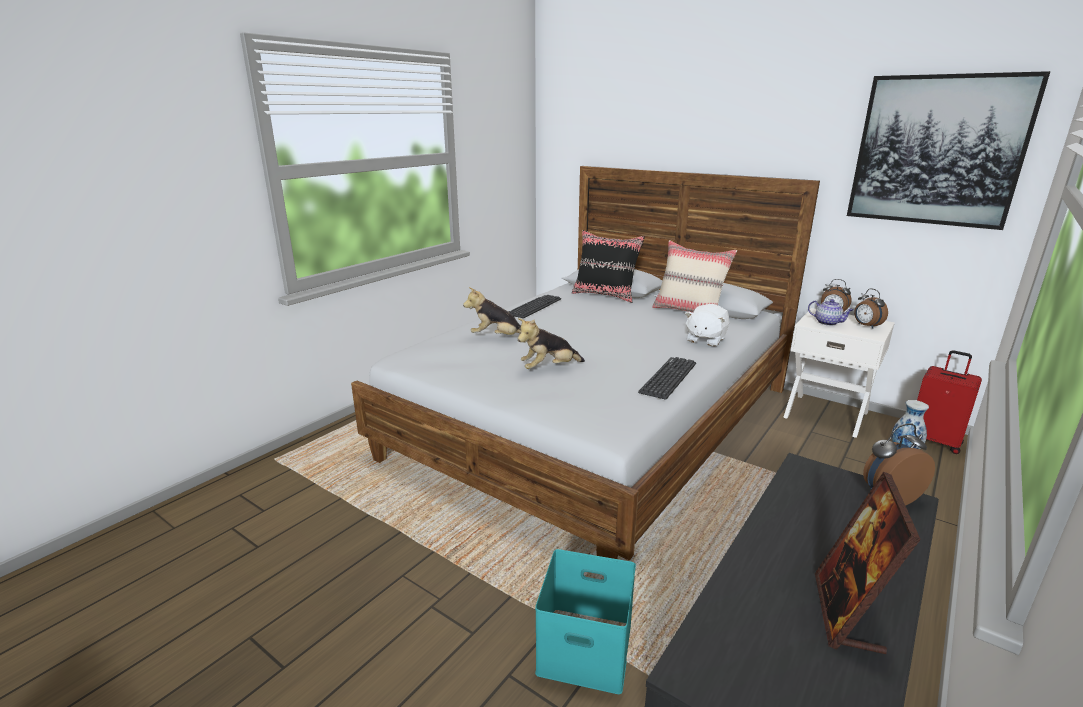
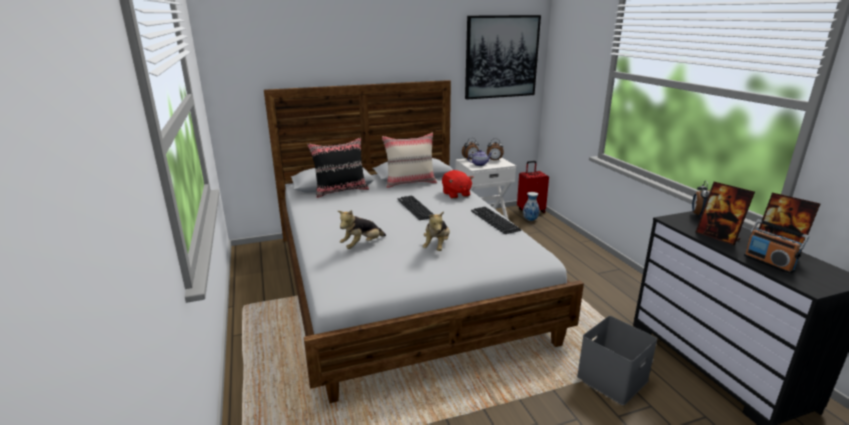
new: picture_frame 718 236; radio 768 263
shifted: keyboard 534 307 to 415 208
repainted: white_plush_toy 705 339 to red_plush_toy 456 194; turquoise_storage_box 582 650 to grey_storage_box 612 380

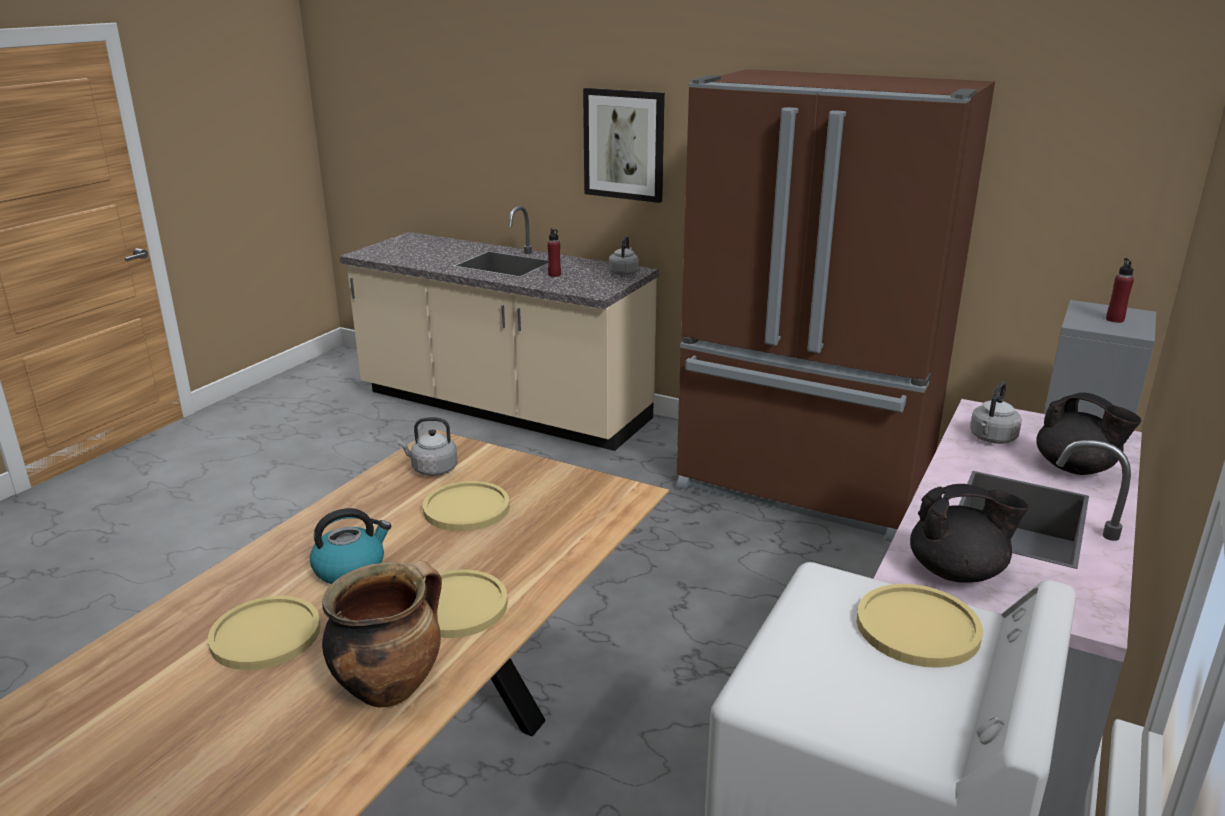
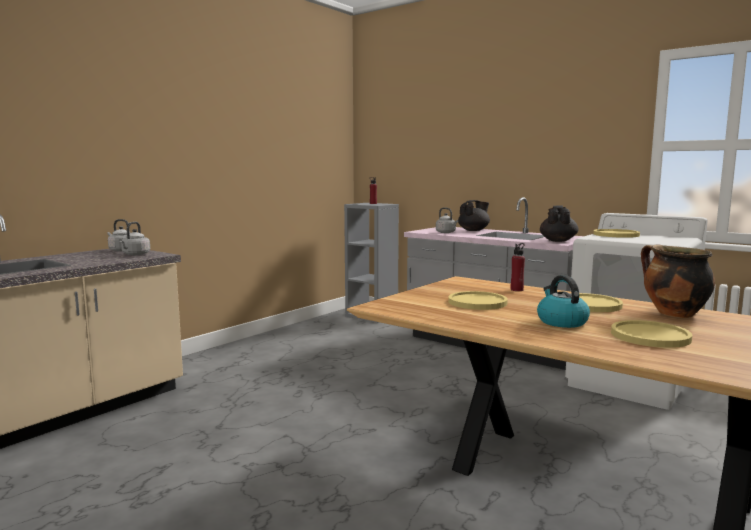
gone: brown_fridge 804 485; picture 624 144
shifted: red_bottle 554 275 to 517 290; grey_kettle 432 469 to 135 254

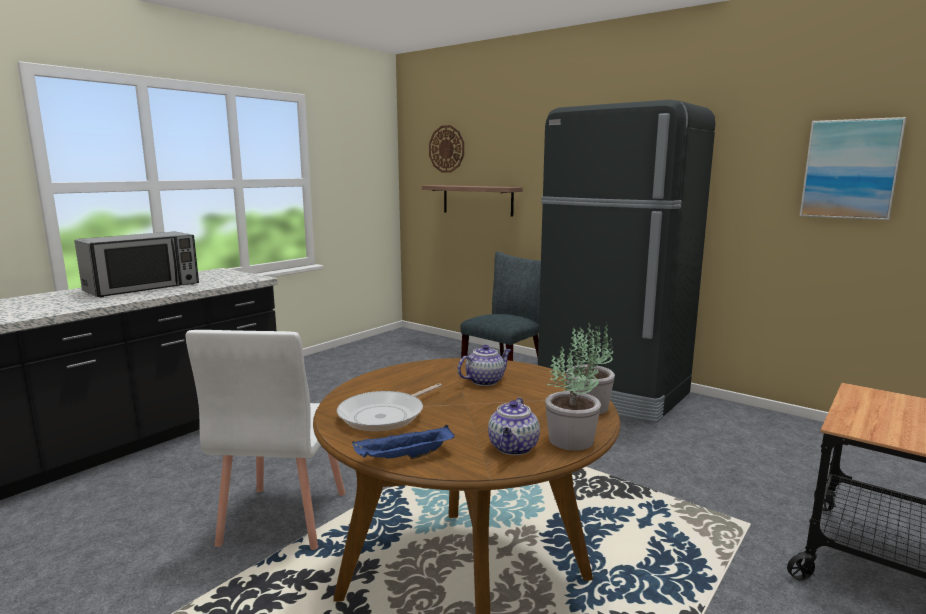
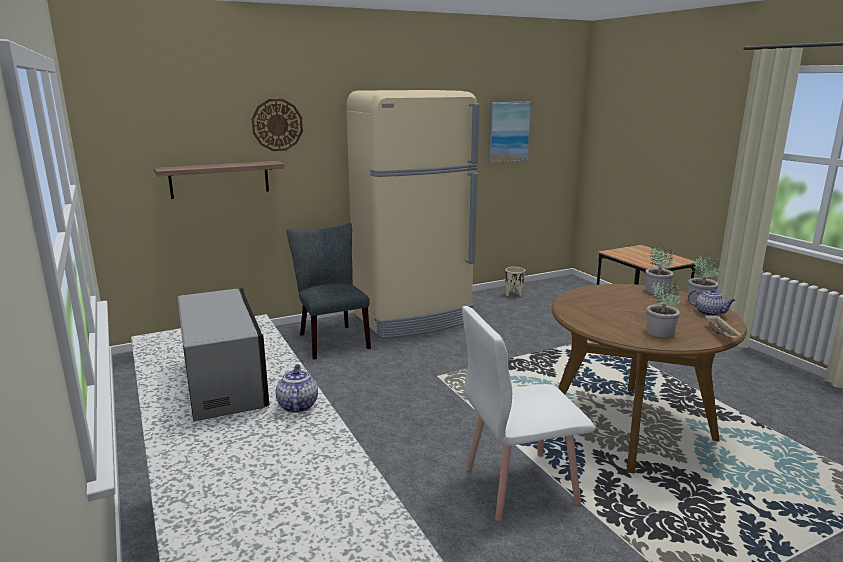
new: beige_planter 514 294
shifted: wall_clock 446 149 to 277 125; teapot 485 381 to 297 405
swapped: frying_pan 385 415 to potted_plant 660 332
repainted: black_fridge 612 394 to beige_fridge 414 318; blue_tray 404 458 to beige_tray 721 335
rotated: white_chair 283 518 = 519 484 135 degrees clockwise

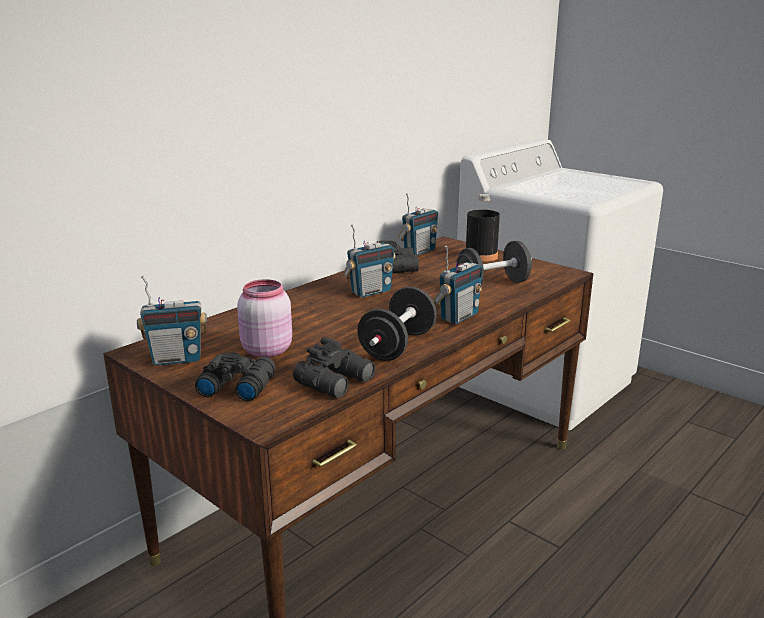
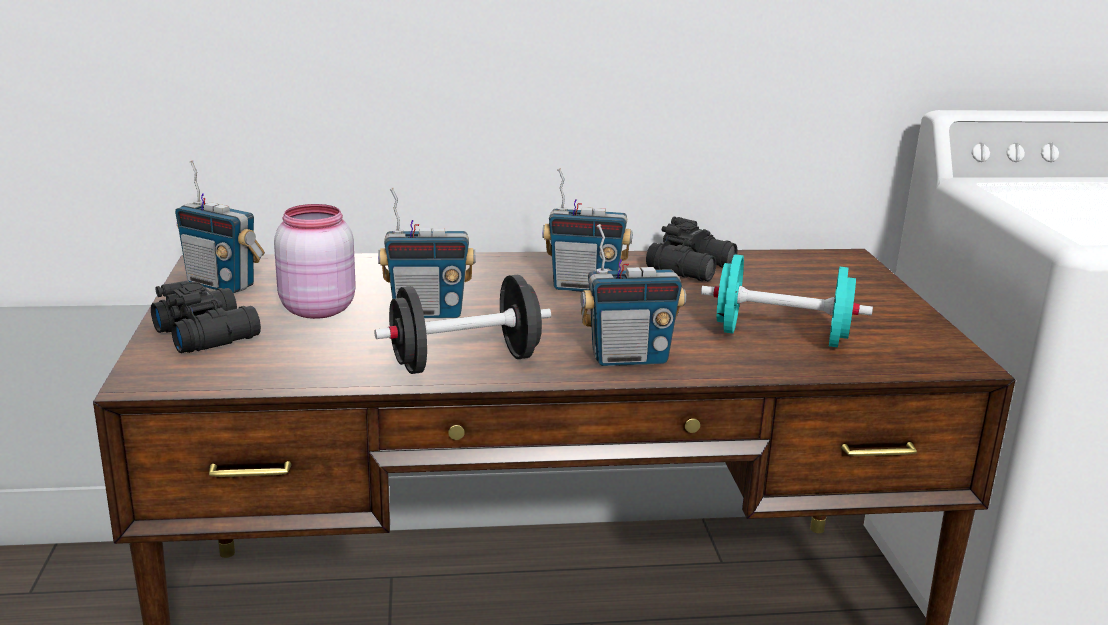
gone: black_bottle 481 256; black_binoculars 337 382
shifted: radio 419 251 to 427 313
repainted: black_dumbbell 492 285 to turquoise_dumbbell 781 336

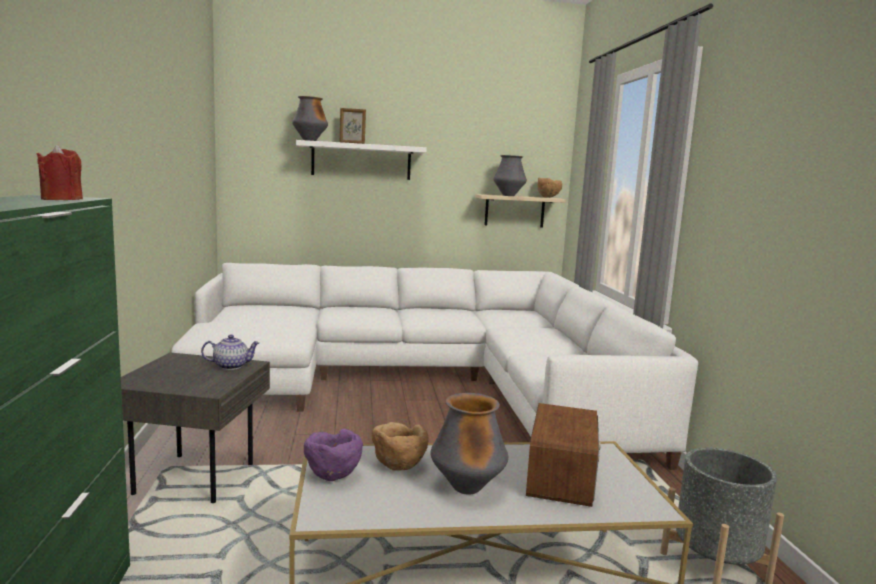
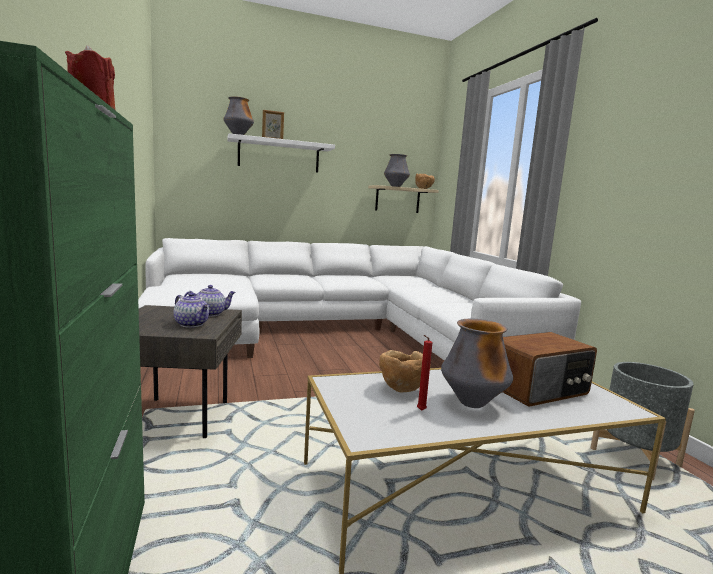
gone: purple_bowl 332 476
new: teapot 192 324; red_candle 420 411
rotated: radio 562 477 = 539 390 60 degrees clockwise

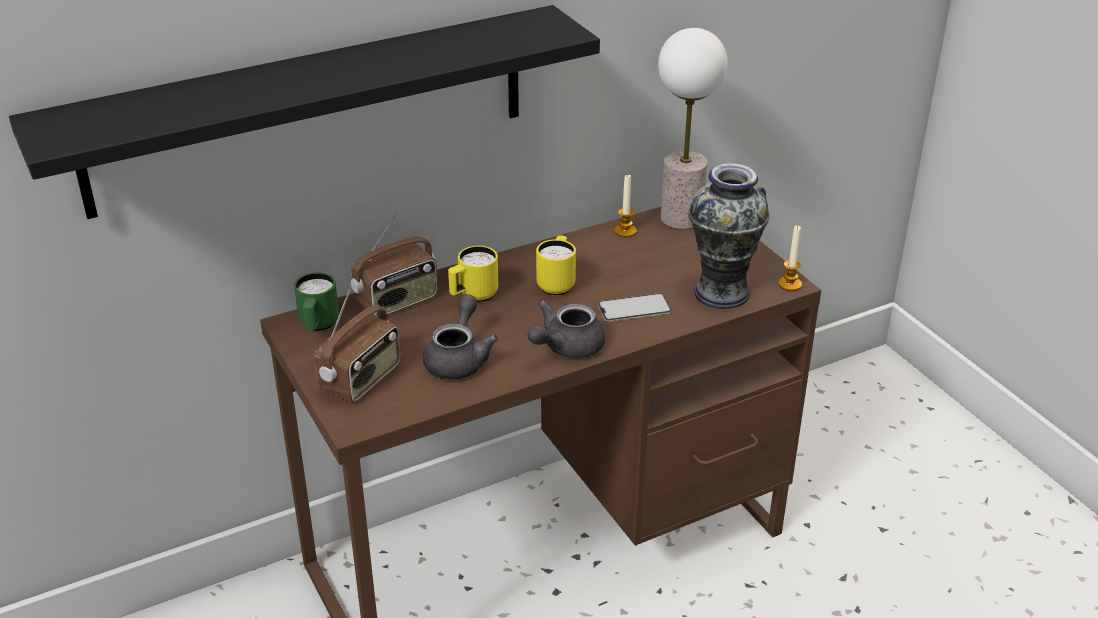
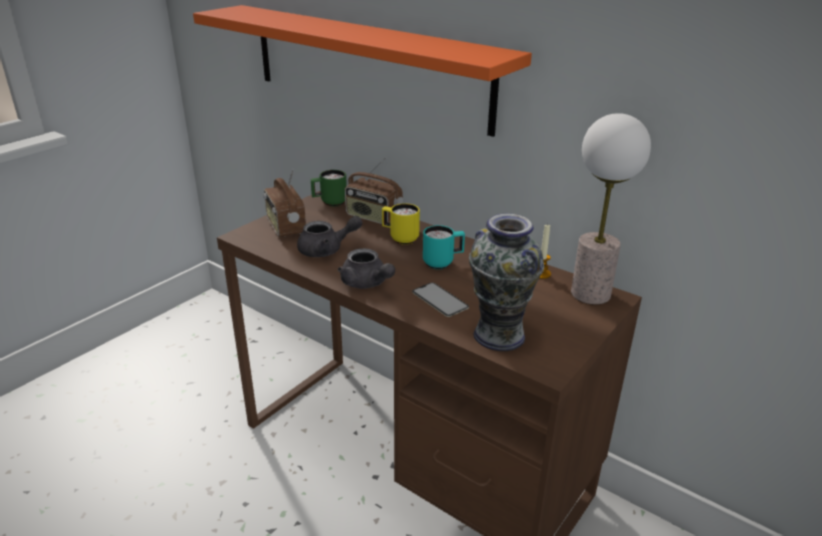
gone: candle 789 284
repainted: black_shelf 310 110 to orange_shelf 366 66; yellow_mug 557 283 to turquoise_mug 443 263
rotated: radio 362 380 = 285 227 60 degrees clockwise; grey_teapot 566 347 = 367 283 150 degrees counterclockwise

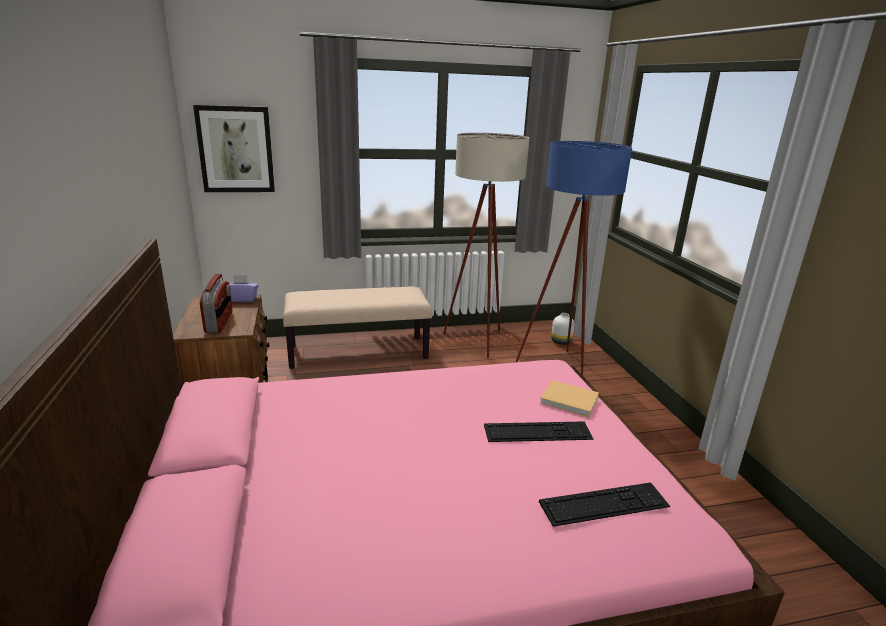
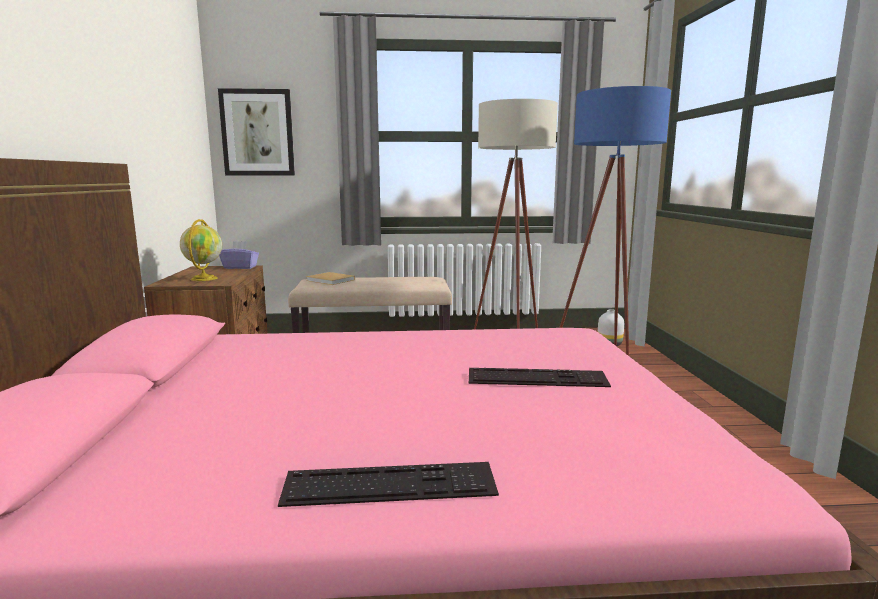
shifted: beige_book 571 400 to 331 280; keyboard 604 504 to 390 485
swapped: radio 219 322 to globe 204 278

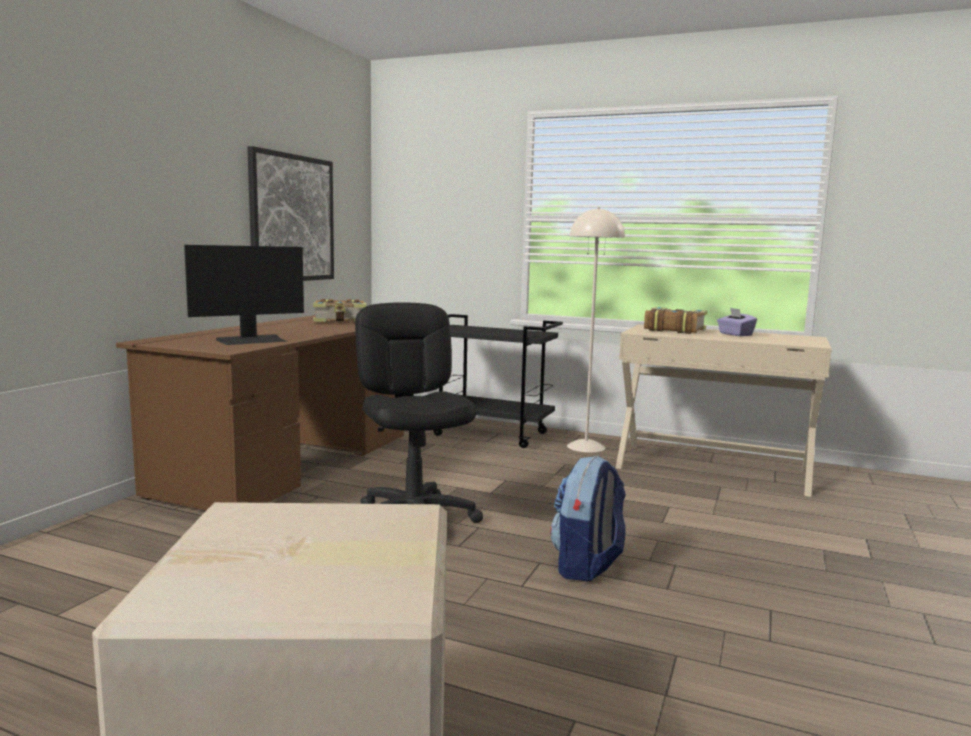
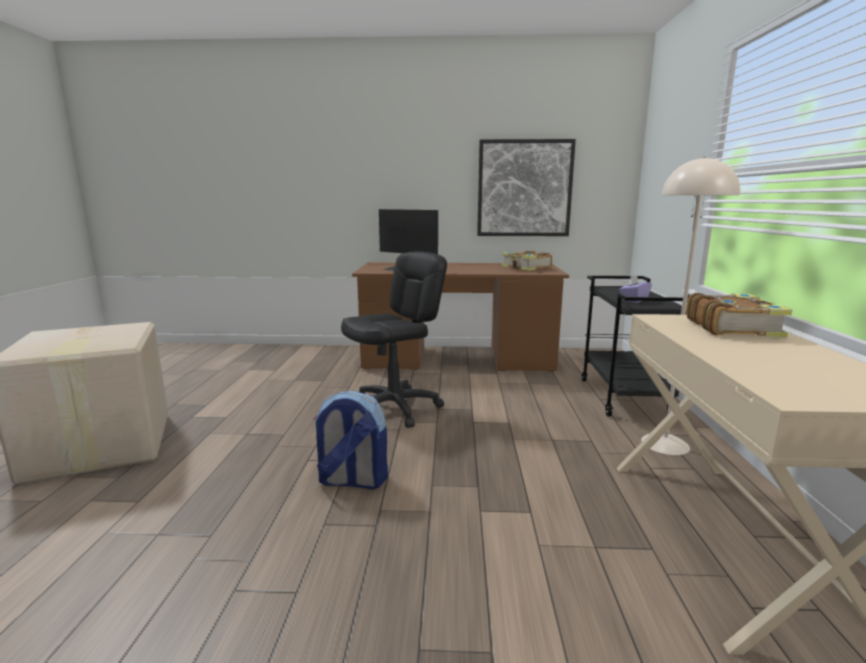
shifted: purple_tissue_box 735 334 to 634 300

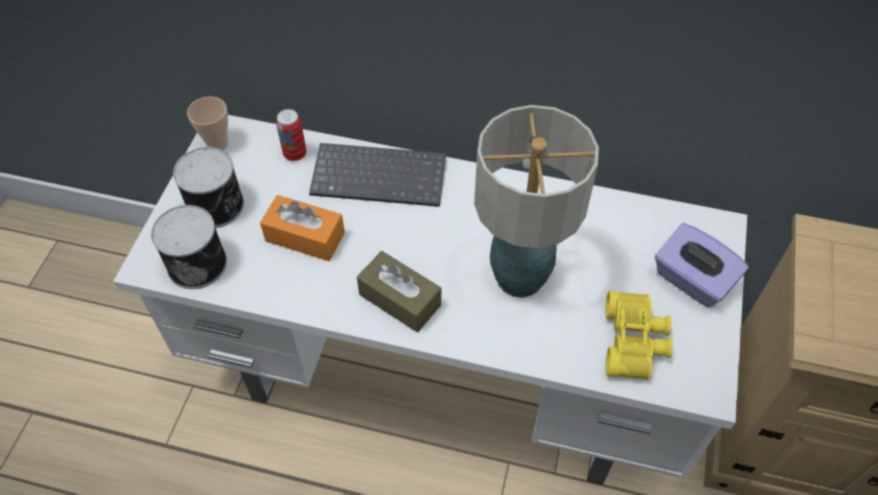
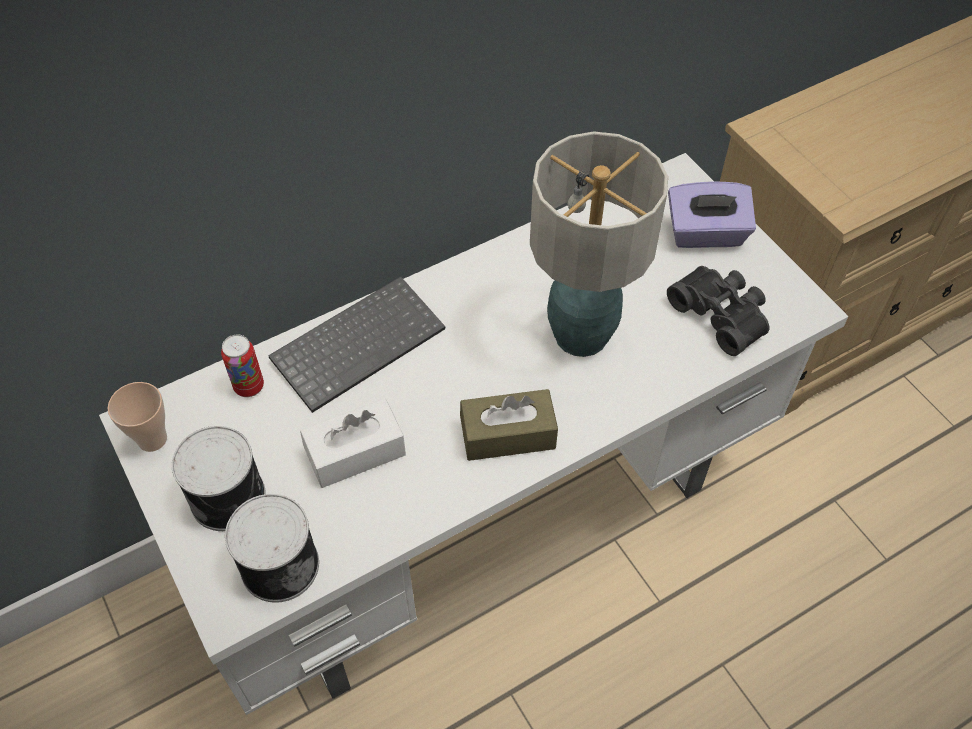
repainted: orange_tissue_box 305 237 to white_tissue_box 355 453; yellow_binoculars 635 342 to black_binoculars 721 314

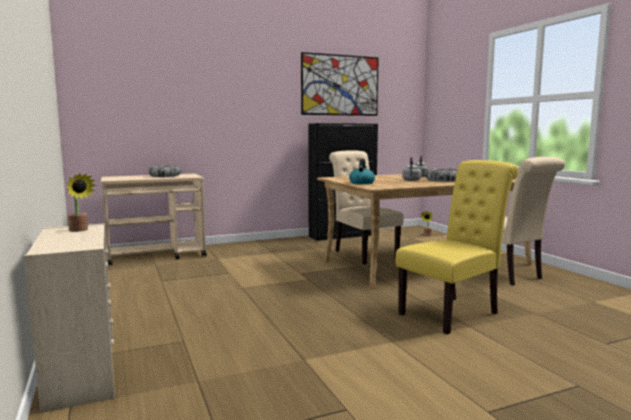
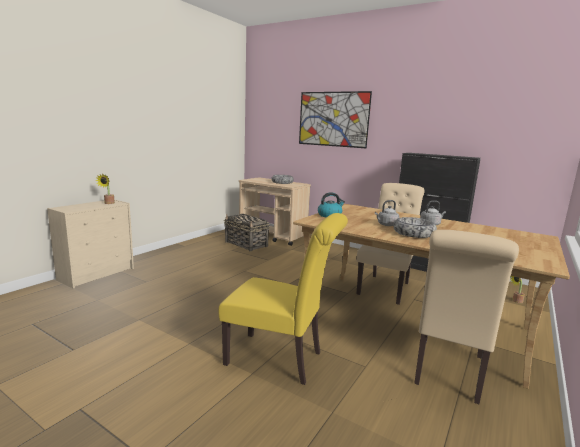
new: basket 246 244
shifted: picture 340 85 to 333 119

